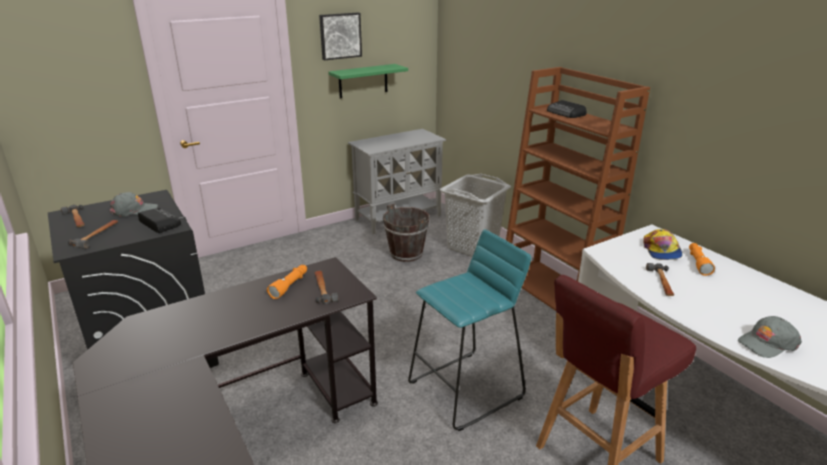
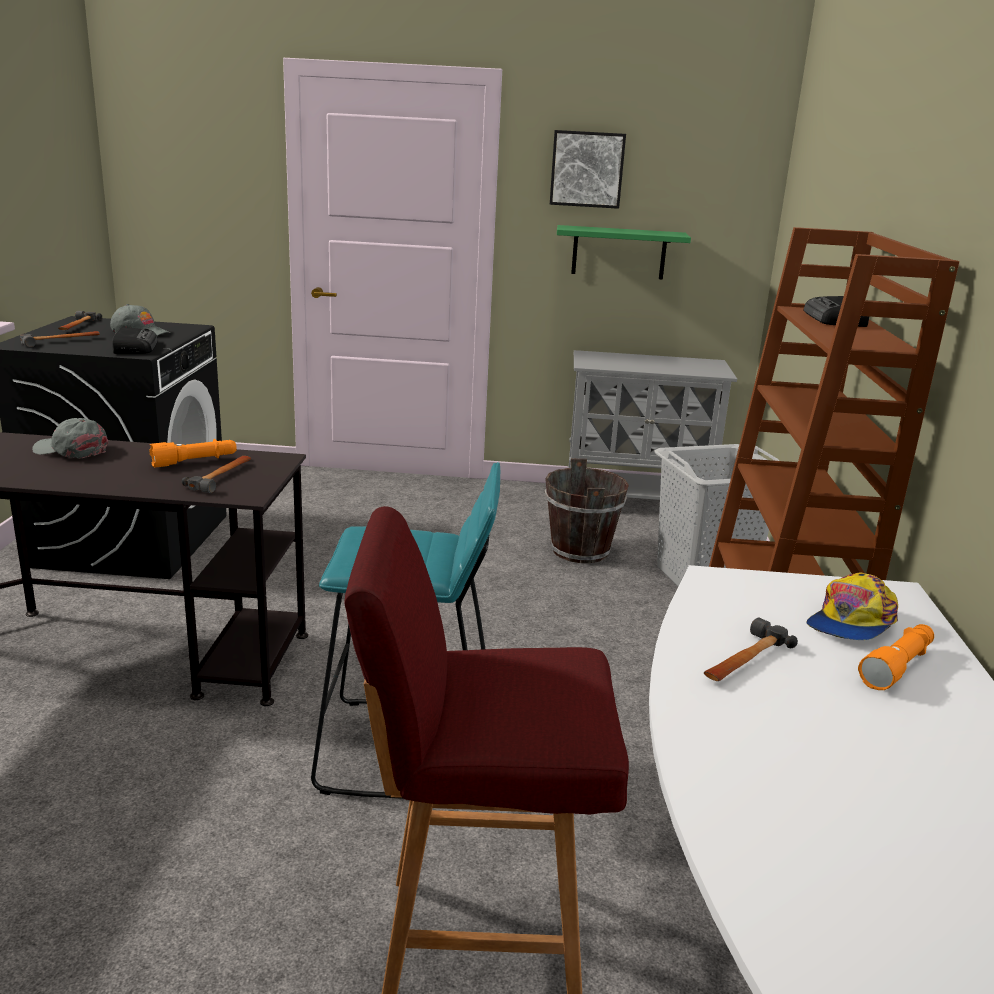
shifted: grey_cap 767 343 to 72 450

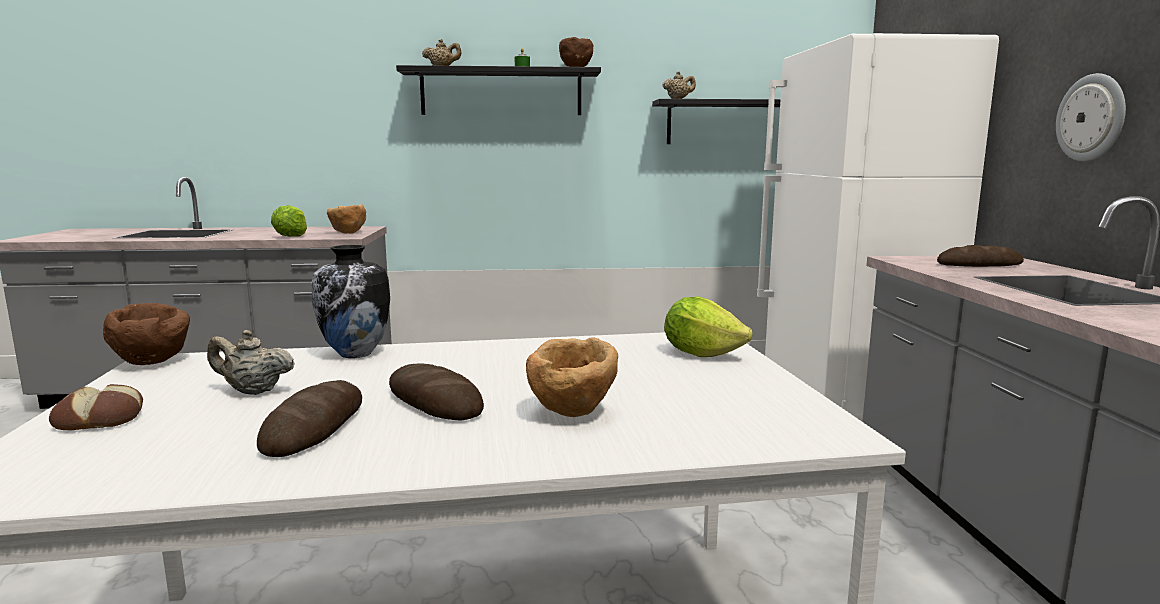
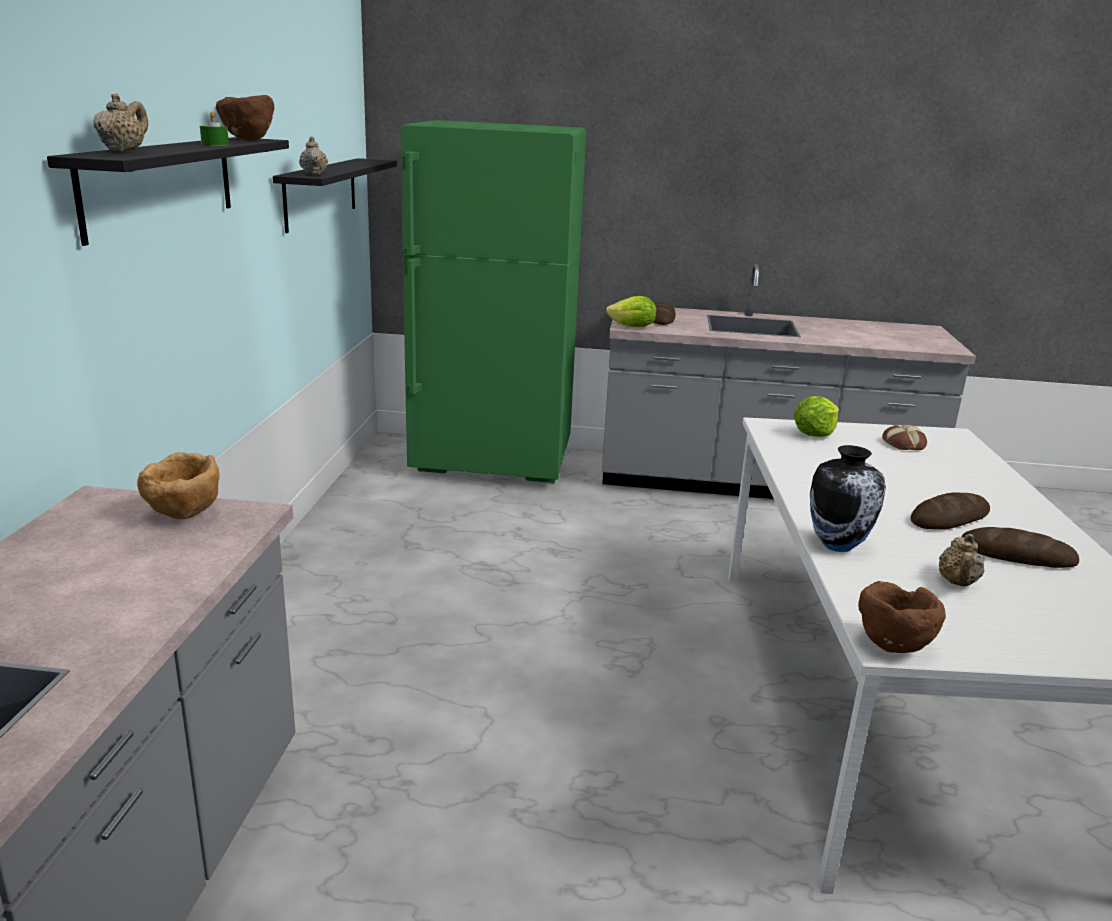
gone: wall_clock 1091 118; brown_bowl 573 413
shifted: lettuce 291 236 to 633 327; bread 101 418 to 902 444
repainted: white_fridge 847 404 to green_fridge 493 464

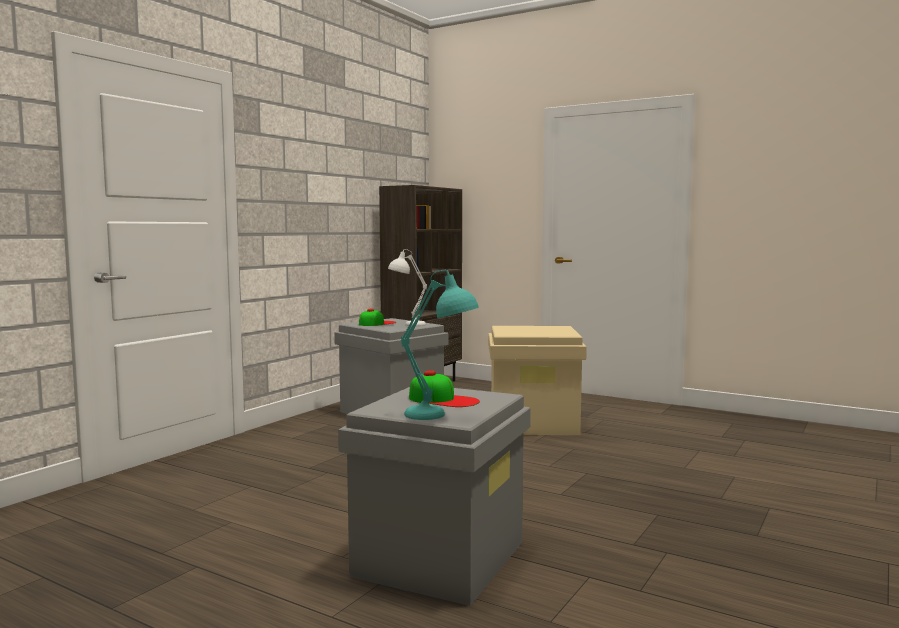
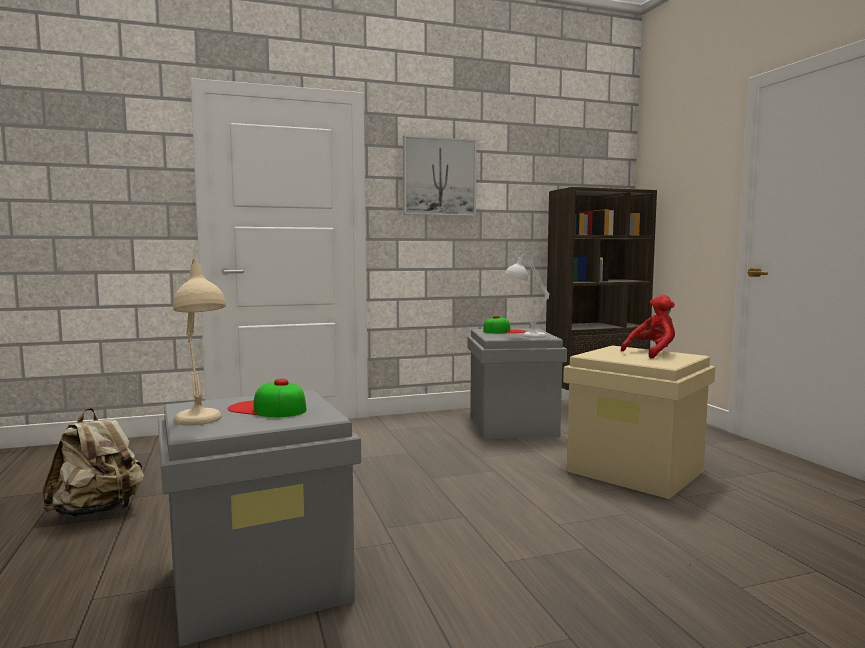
new: picture 439 177; red_plush_toy 652 353; beige_backpack 98 511
repainted: turquoise_table_lamp 440 416 to beige_table_lamp 200 424
rotated: cap 443 400 = 267 409 135 degrees clockwise

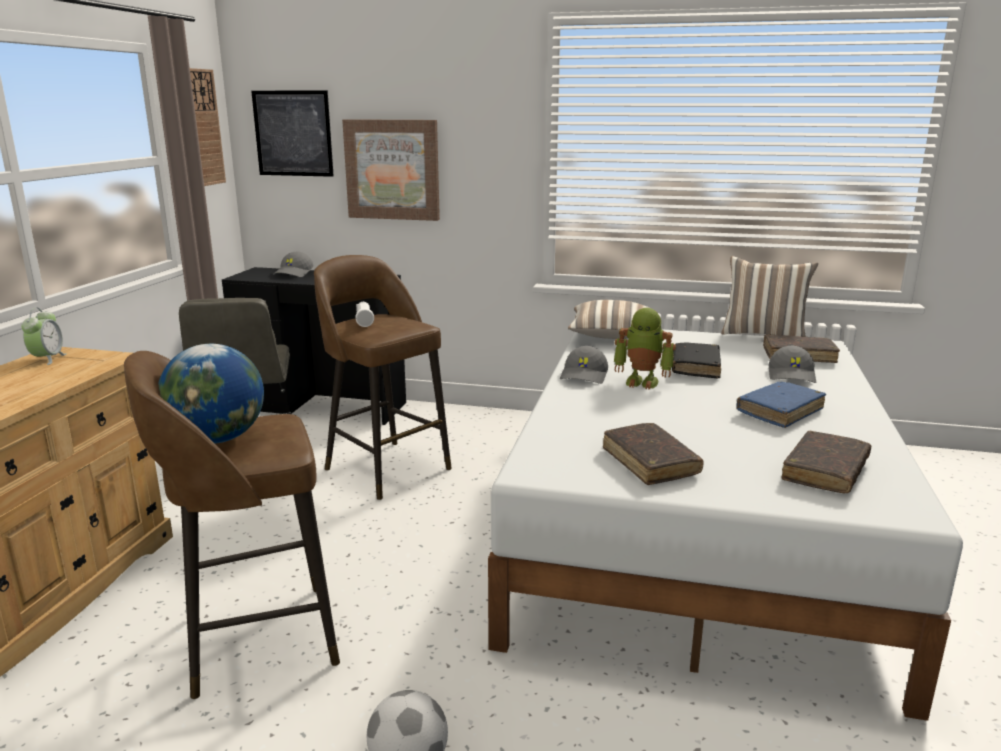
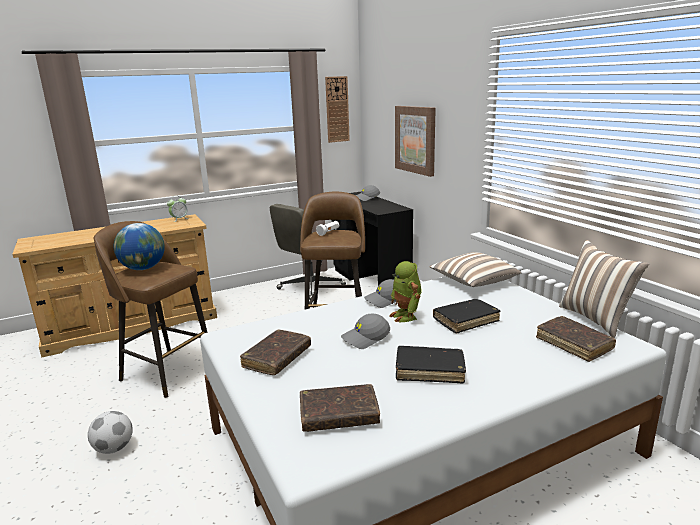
gone: picture 293 133
shifted: grey_cap 792 375 to 366 338
repainted: blue_book 780 412 to black_book 429 371

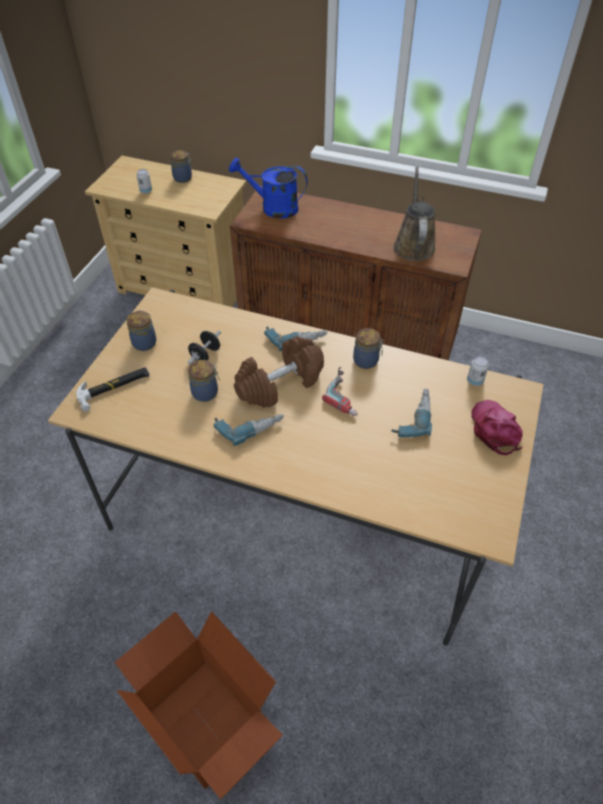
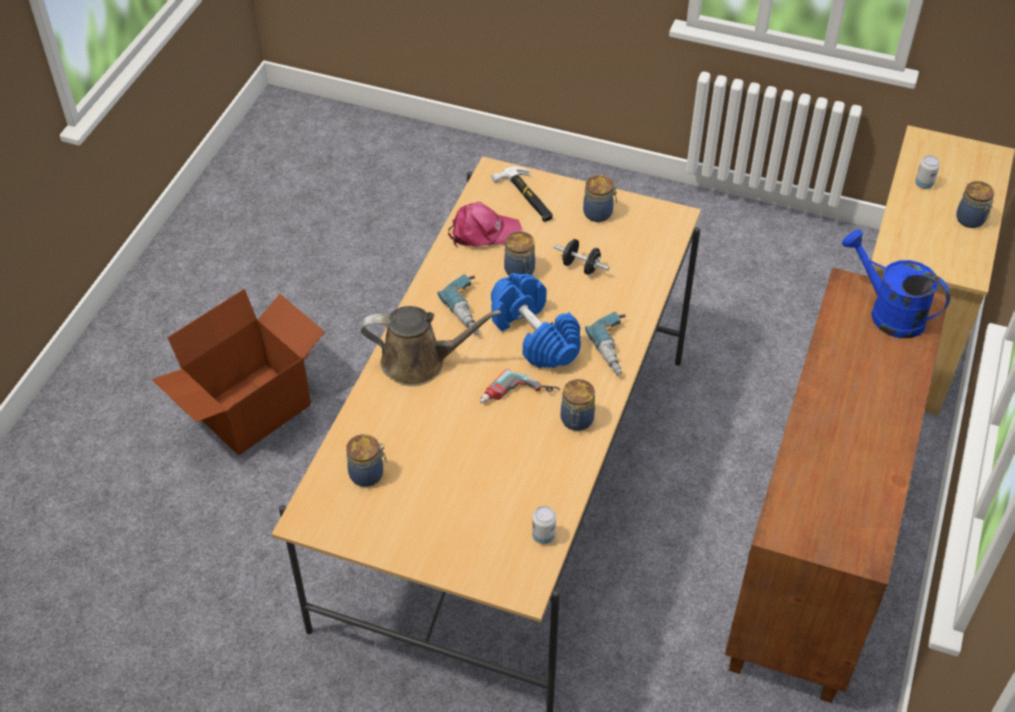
gone: power_drill 411 416
new: jar 368 474
shifted: brown_watering_can 413 245 to 420 362; pink_cap 495 429 to 483 232
repainted: brown_dumbbell 280 384 to blue_dumbbell 533 335
rotated: blue_watering_can 273 207 = 888 312 60 degrees counterclockwise

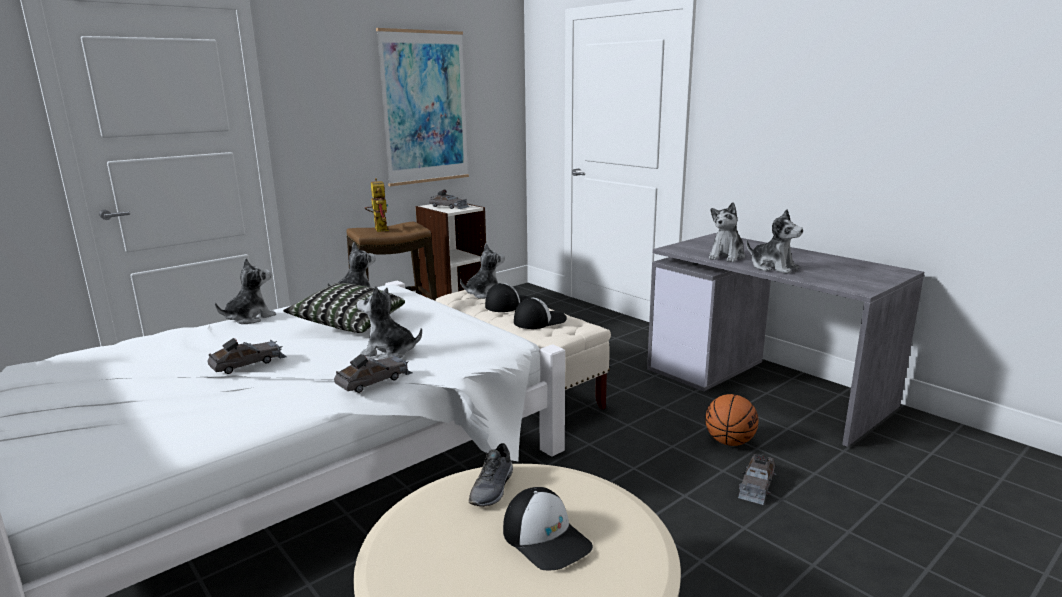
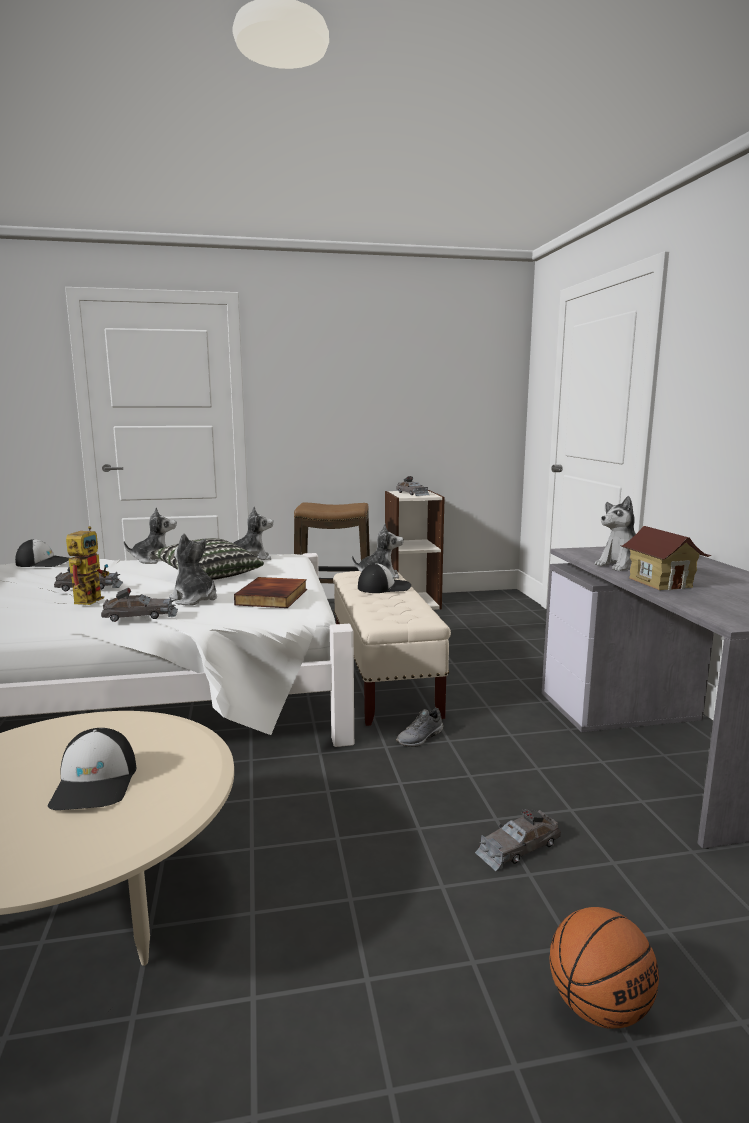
gone: picture 424 108
new: book 273 597
shifted: toy_robot 379 229 to 90 599; cap 539 320 to 44 563; basketball 729 442 to 598 1006; grey_shoe 493 488 to 420 738
swapped: plush_toy 773 267 to toy_house 660 583

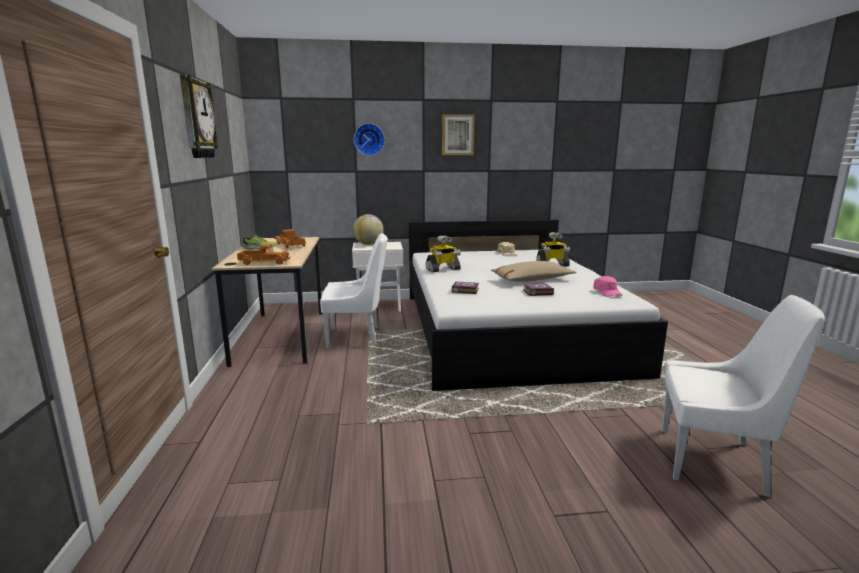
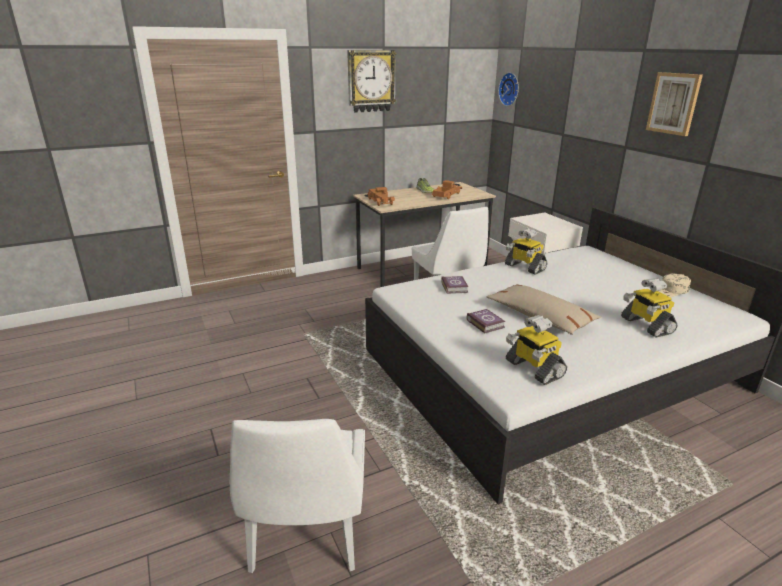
gone: globe 368 244
shifted: wall_clock 369 139 to 510 89
swapped: pink_cap 607 292 to toy_robot 533 368

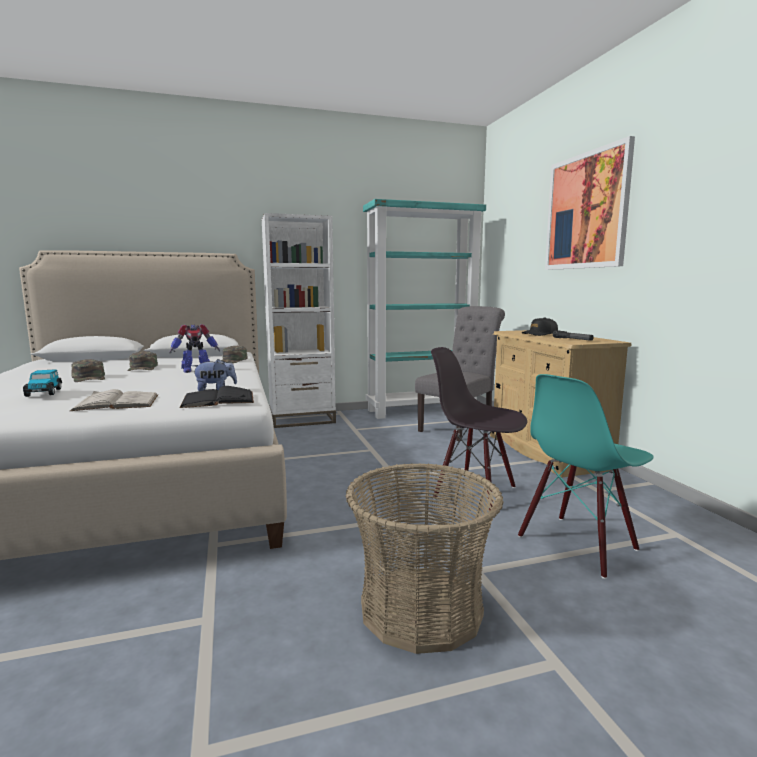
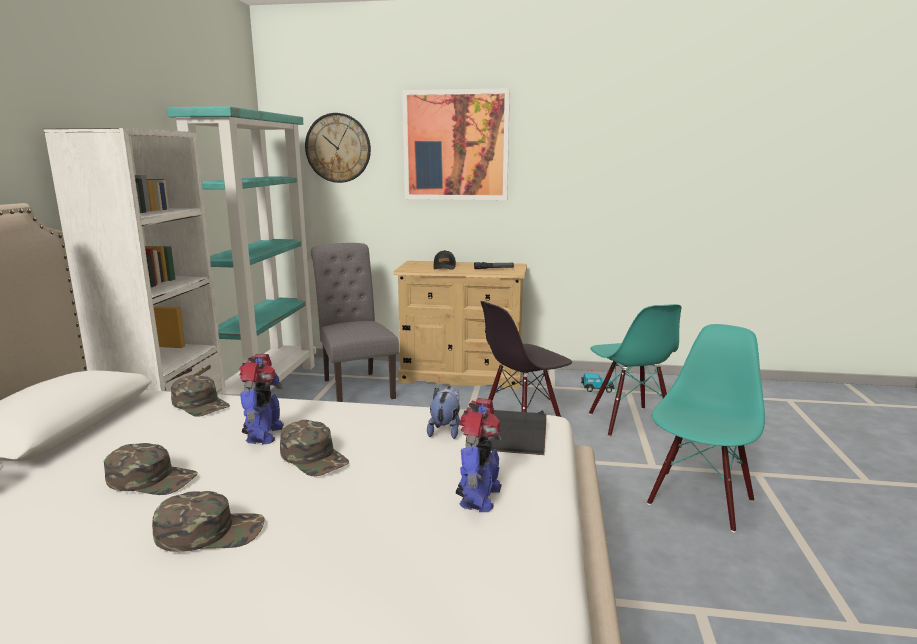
new: wall_clock 338 148; green_cap 314 457
shifted: toy_car 44 392 to 597 389
swapped: white_book 117 402 to toy_robot 478 497; basket 421 609 to turquoise_chair 698 500

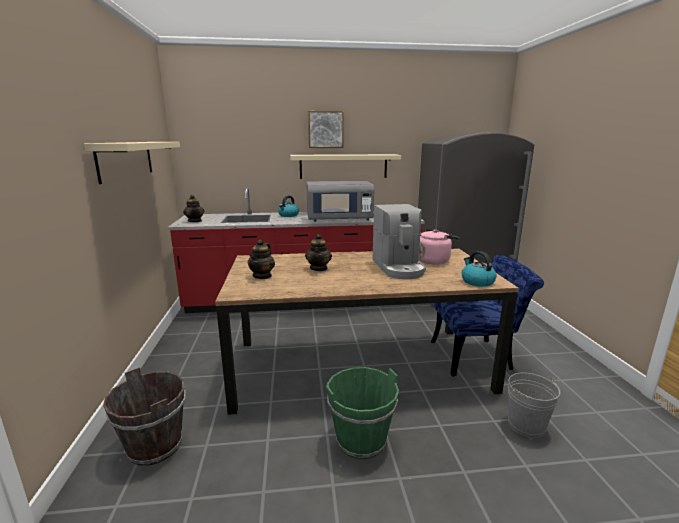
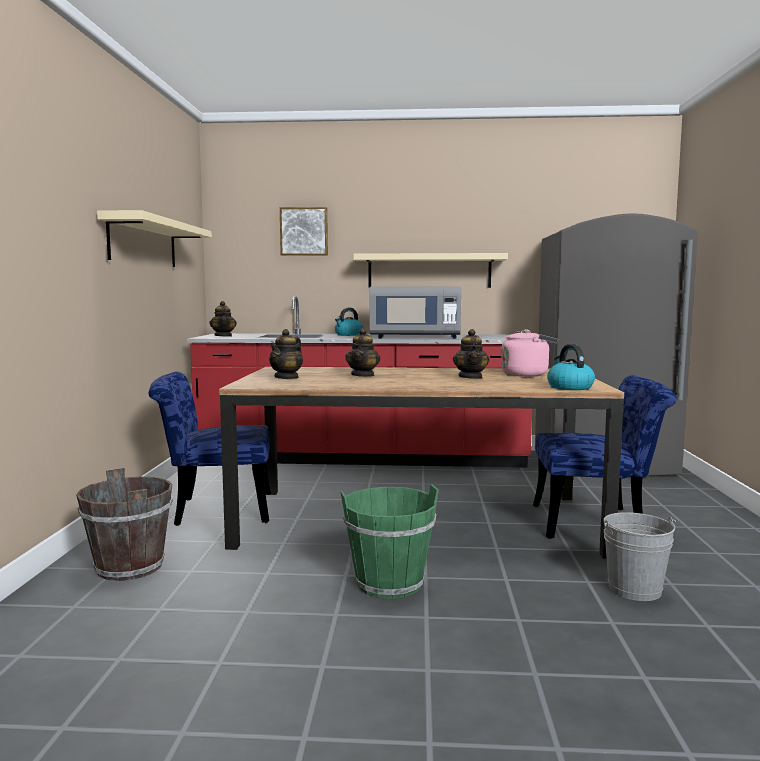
new: blue_chair 214 510
shifted: picture 325 129 to 304 231
swapped: coffee_machine 398 268 to teapot 471 377

